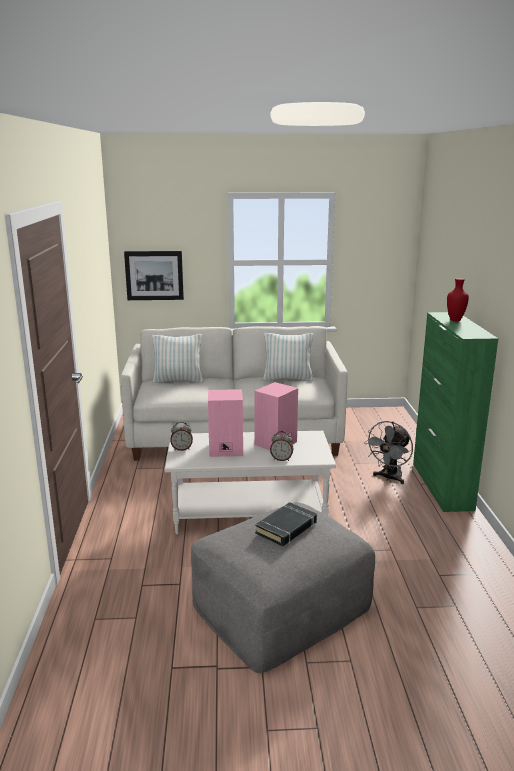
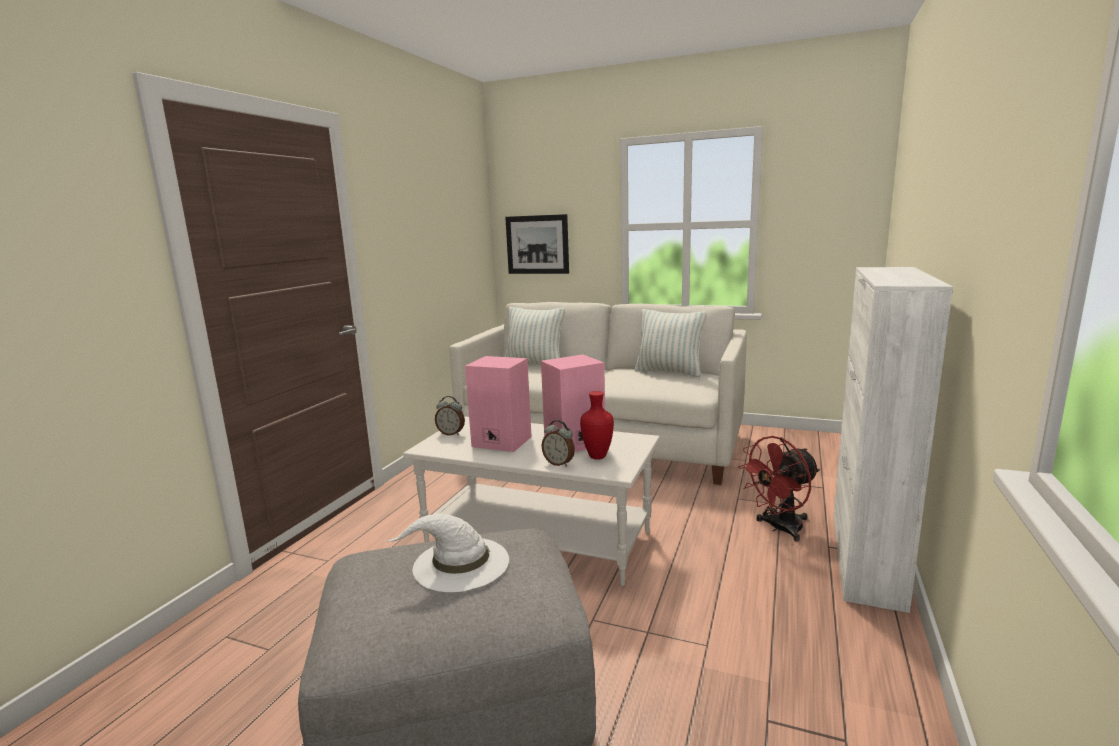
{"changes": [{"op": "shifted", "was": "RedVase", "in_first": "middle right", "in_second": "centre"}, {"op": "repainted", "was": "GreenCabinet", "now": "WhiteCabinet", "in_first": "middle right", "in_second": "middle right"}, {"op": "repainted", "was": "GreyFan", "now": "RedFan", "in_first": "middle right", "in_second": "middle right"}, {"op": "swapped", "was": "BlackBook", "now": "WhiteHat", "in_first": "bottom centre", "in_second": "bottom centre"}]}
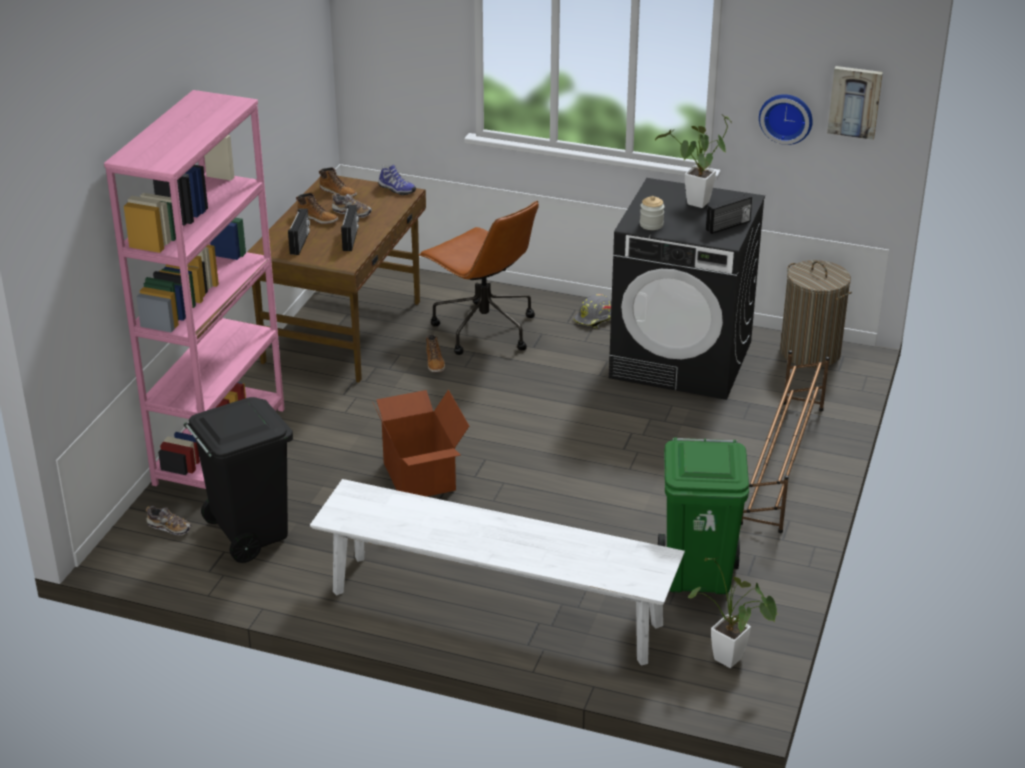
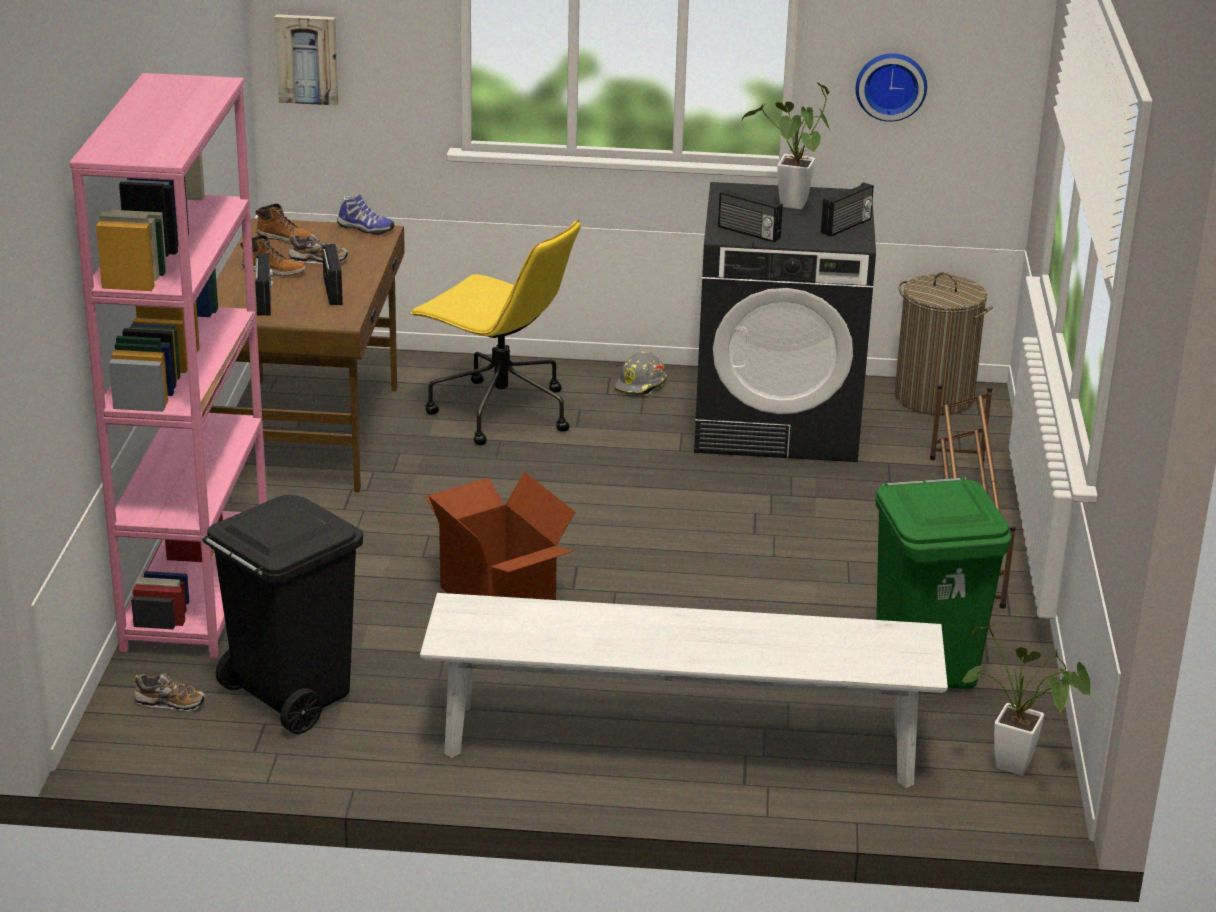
{"changes": [{"op": "shifted", "was": "Picture", "in_first": "top right", "in_second": "top left"}, {"op": "swapped", "was": "Jar", "now": "Radio (no. 3 from left)", "in_first": "top centre", "in_second": "top centre"}, {"op": "repainted", "was": "BrownOfficeChair", "now": "YellowOfficeChair", "in_first": "centre", "in_second": "centre"}, {"op": "gone", "was": "Boot (no. 3 from left)", "in_first": "centre"}]}
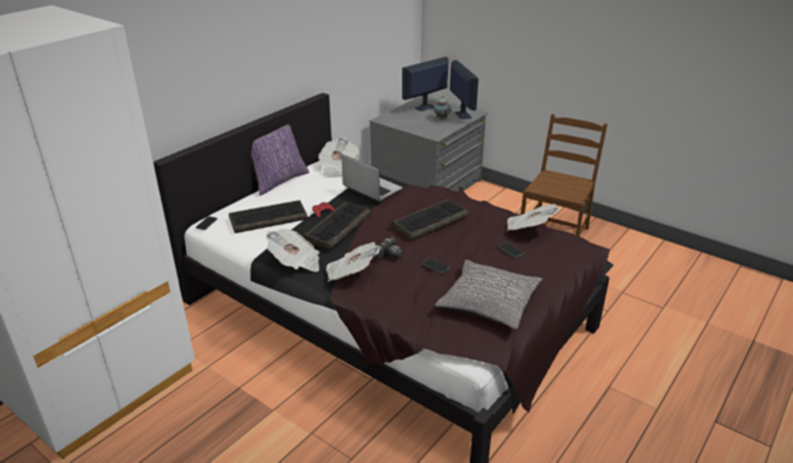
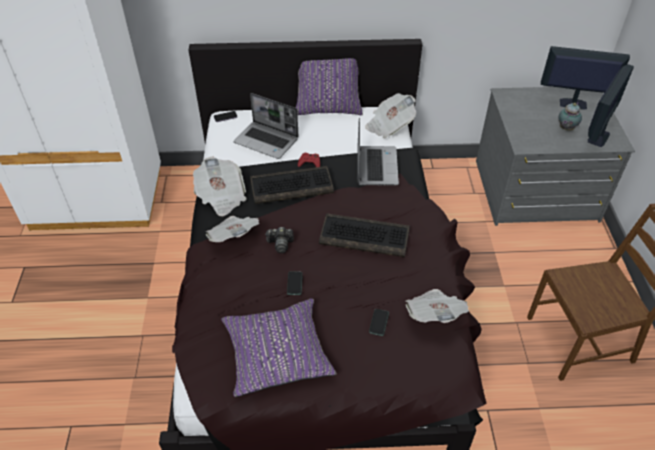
{"changes": [{"op": "swapped", "was": "Keyboard (no. 1 from left)", "now": "Laptop (no. 1 from left)", "in_first": "centre", "in_second": "top centre"}, {"op": "repainted", "was": "GreyPillow", "now": "PurplePillow (no. 1 from left)", "in_first": "centre", "in_second": "bottom centre"}]}
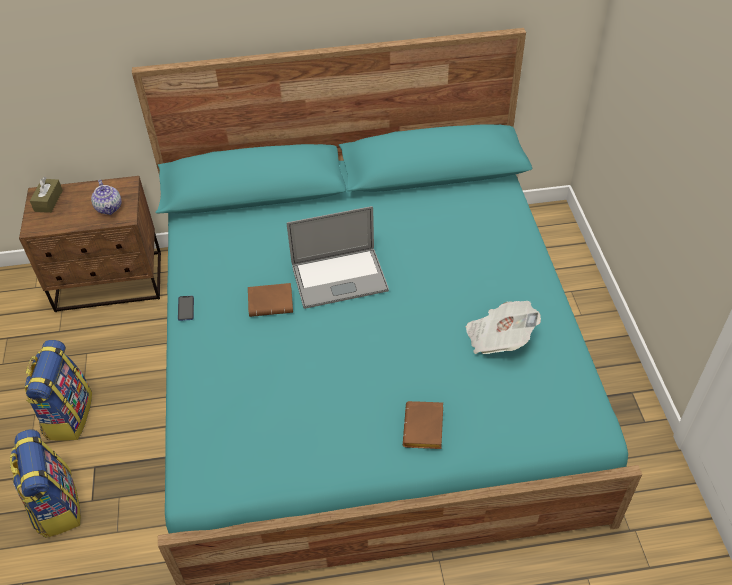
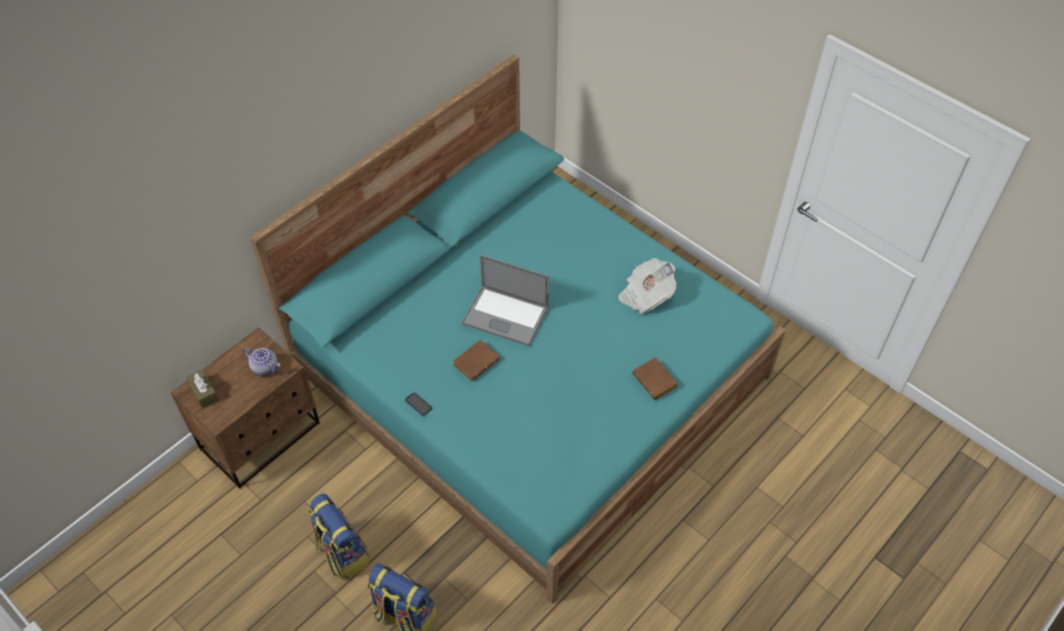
{"changes": [{"op": "rotated", "was": "Laptop", "in_first": "centre", "in_second": "centre", "clockwise": 75}]}
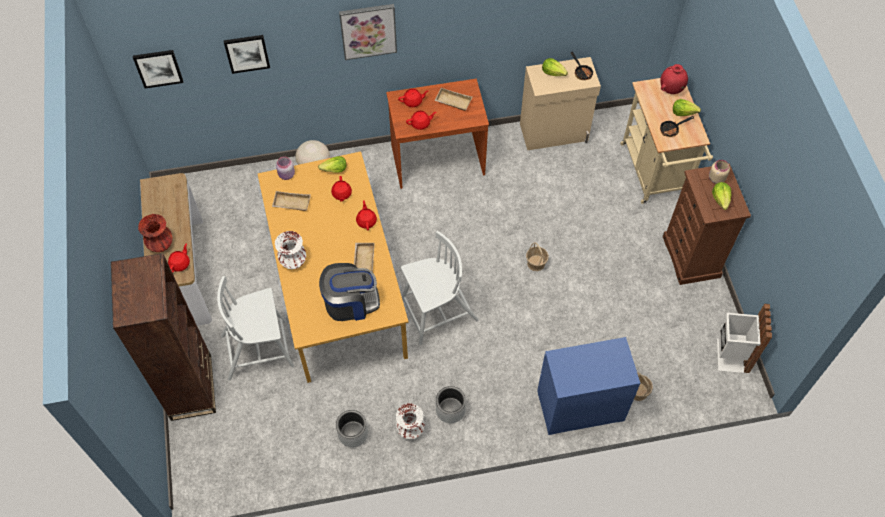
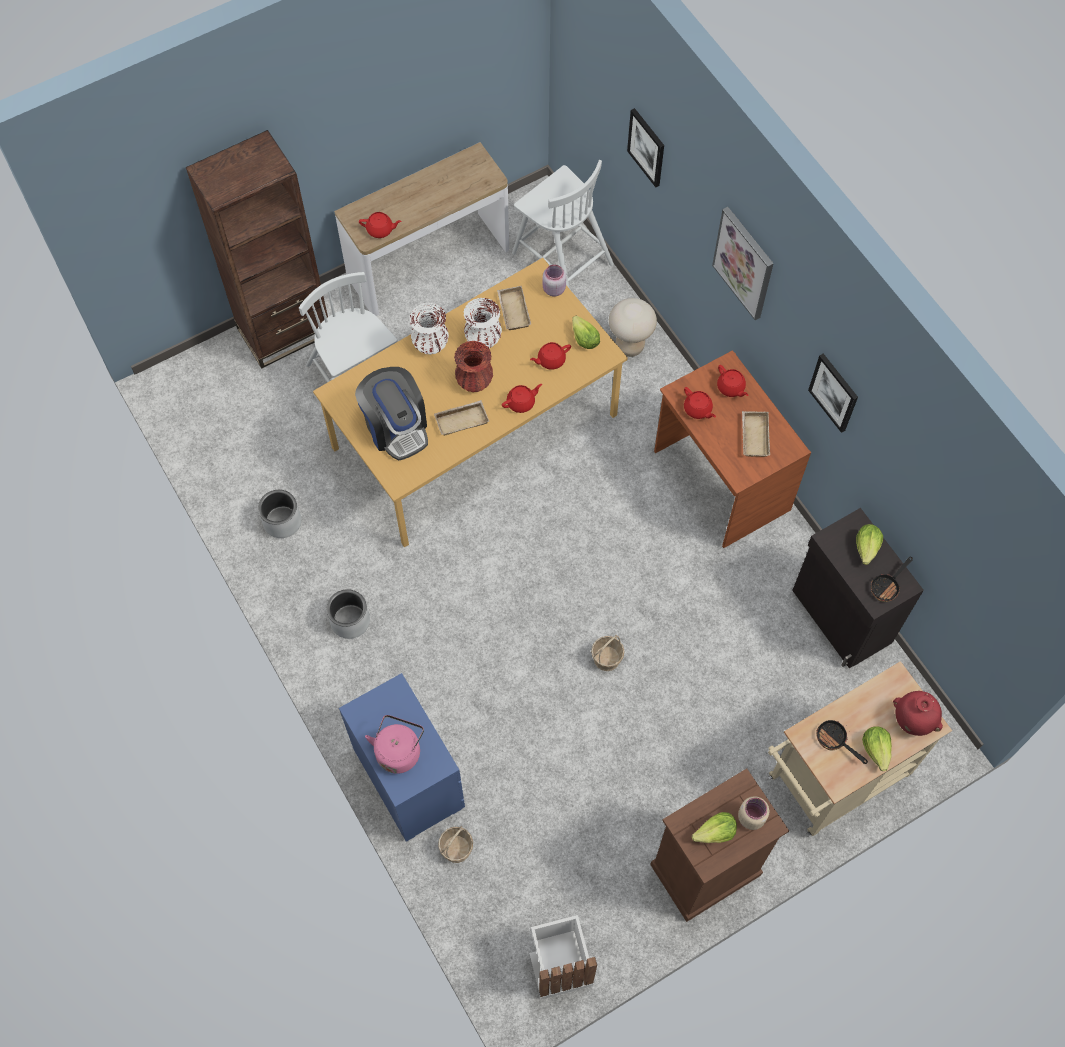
{"changes": [{"op": "shifted", "was": "Picture (no. 1 from left in the first image)", "now": "Picture (no. 3 from left)", "in_first": "top left", "in_second": "middle right"}, {"op": "repainted", "was": "BeigeCabinet", "now": "BlackCabinet", "in_first": "top centre", "in_second": "middle right"}, {"op": "shifted", "was": "RedVase (no. 1 from left)", "in_first": "middle left", "in_second": "centre"}, {"op": "shifted", "was": "WhiteChair (no. 2 from left)", "in_first": "centre", "in_second": "top centre"}, {"op": "shifted", "was": "WhiteVase (no. 2 from left)", "in_first": "bottom centre", "in_second": "top centre"}, {"op": "new", "now": "PinkKettle", "in_second": "bottom centre"}]}
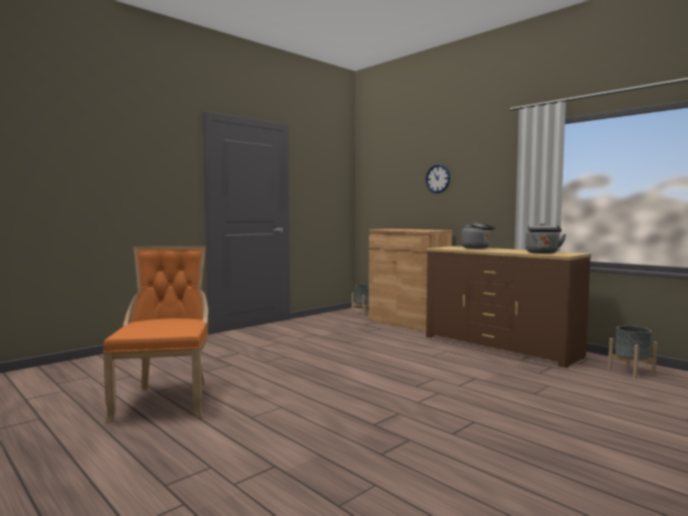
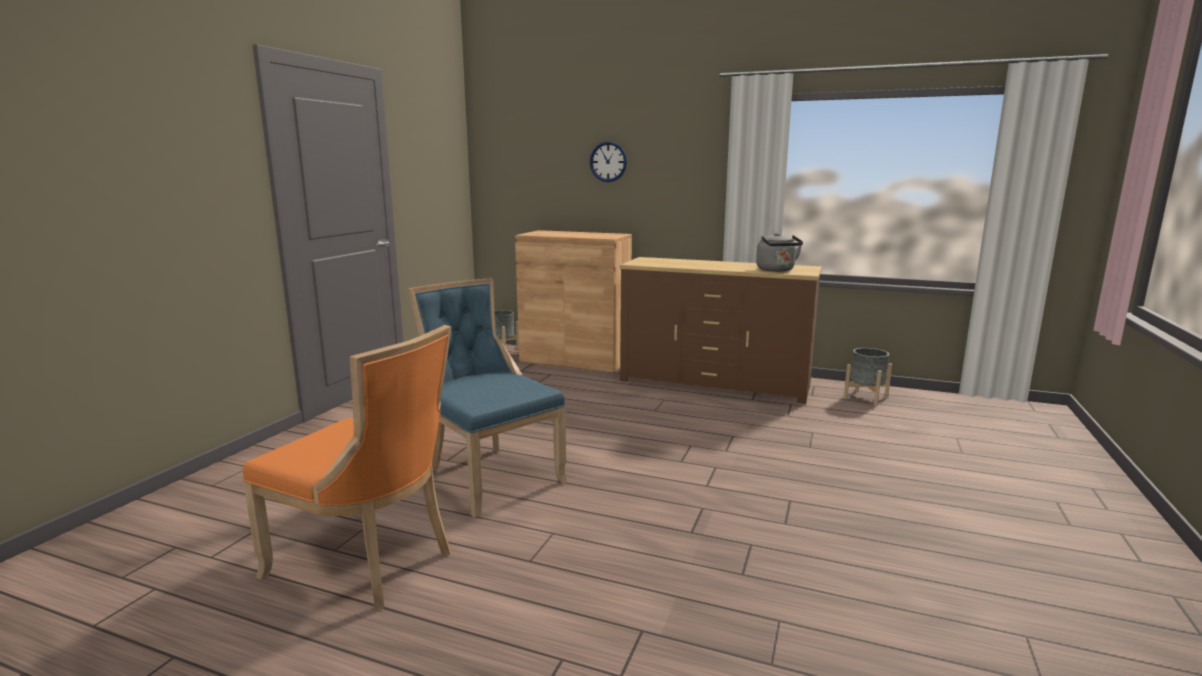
{"changes": [{"op": "gone", "was": "GreyKettle (no. 1 from left)", "in_first": "middle right"}, {"op": "rotated", "was": "OrangeChair", "in_first": "middle left", "in_second": "bottom left", "clockwise": 150}, {"op": "new", "now": "BlueChair", "in_second": "centre"}]}
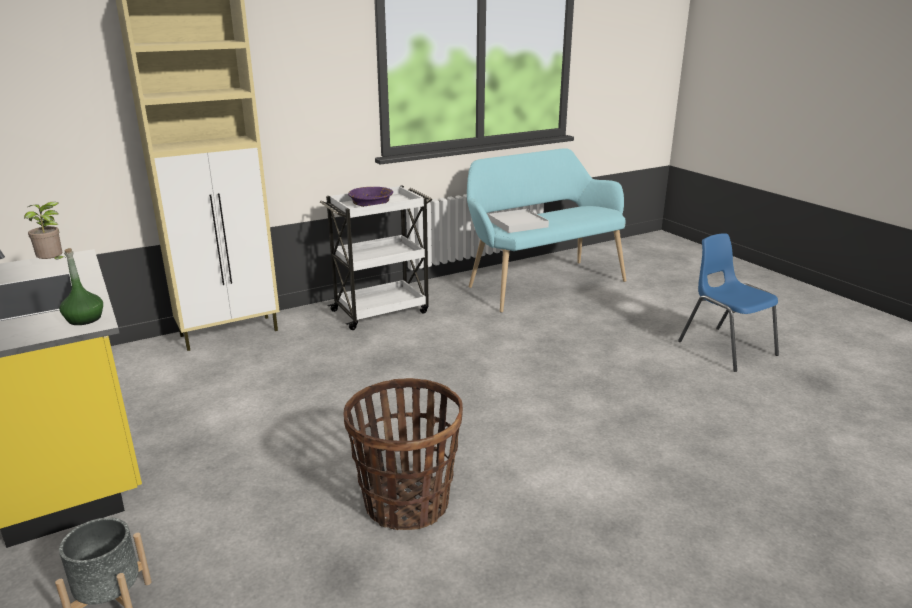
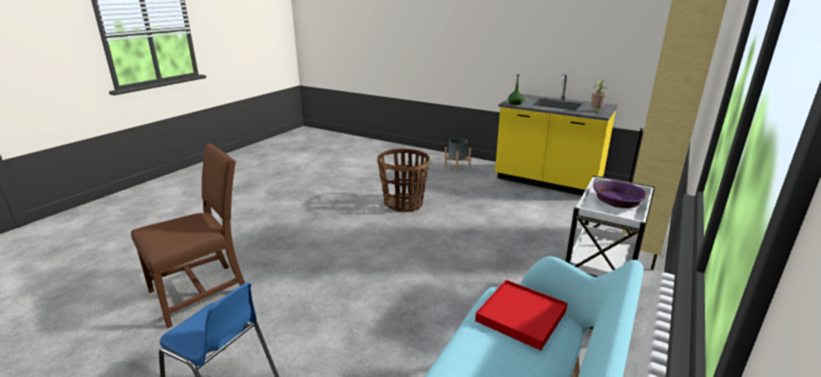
{"changes": [{"op": "repainted", "was": "WhiteTray", "now": "RedTray", "in_first": "centre", "in_second": "bottom centre"}, {"op": "new", "now": "BrownChair", "in_second": "middle left"}]}
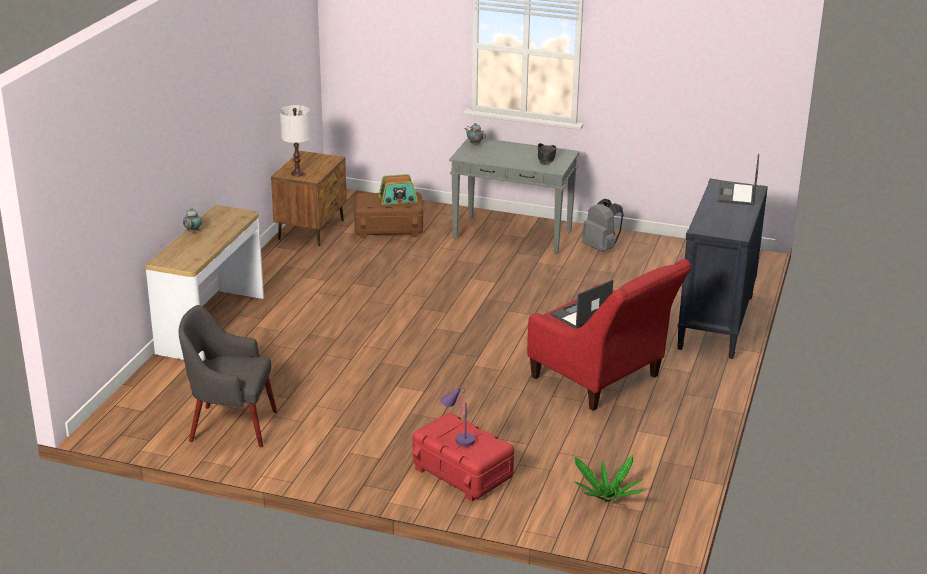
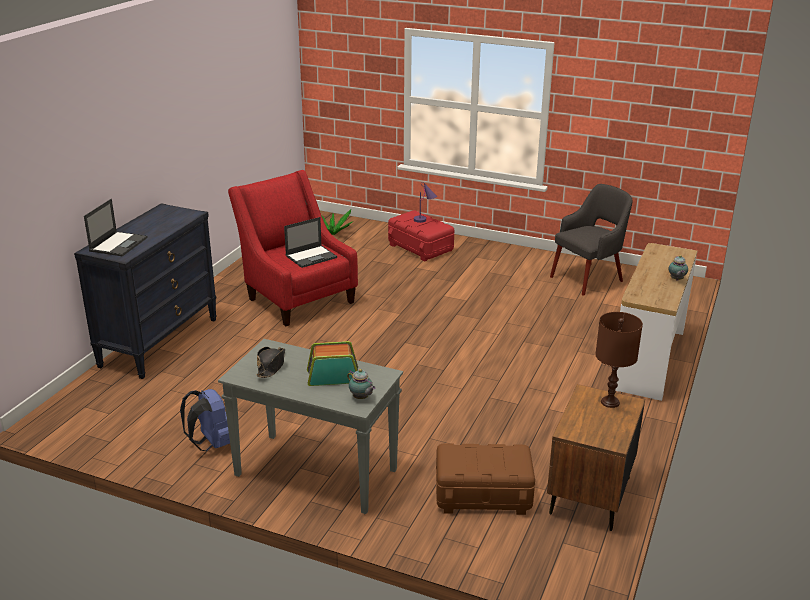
{"changes": [{"op": "repainted", "was": "WhiteTableLamp", "now": "BrownTableLamp", "in_first": "top left", "in_second": "middle right"}, {"op": "shifted", "was": "Radio", "in_first": "top centre", "in_second": "centre"}, {"op": "repainted", "was": "GreyBackpack", "now": "BlueBackpack", "in_first": "centre", "in_second": "bottom left"}, {"op": "rotated", "was": "GreyArmchair", "in_first": "middle left", "in_second": "middle right", "clockwise": -45}]}
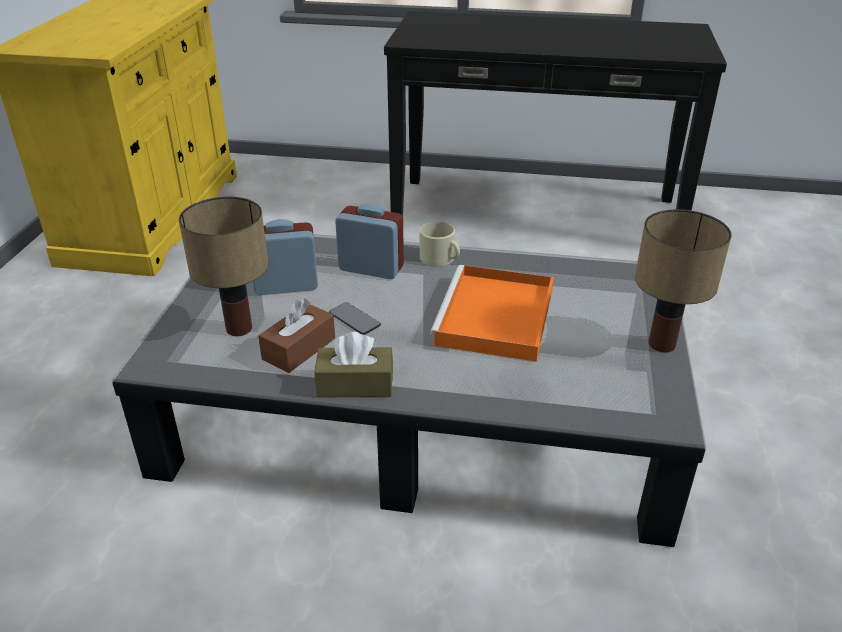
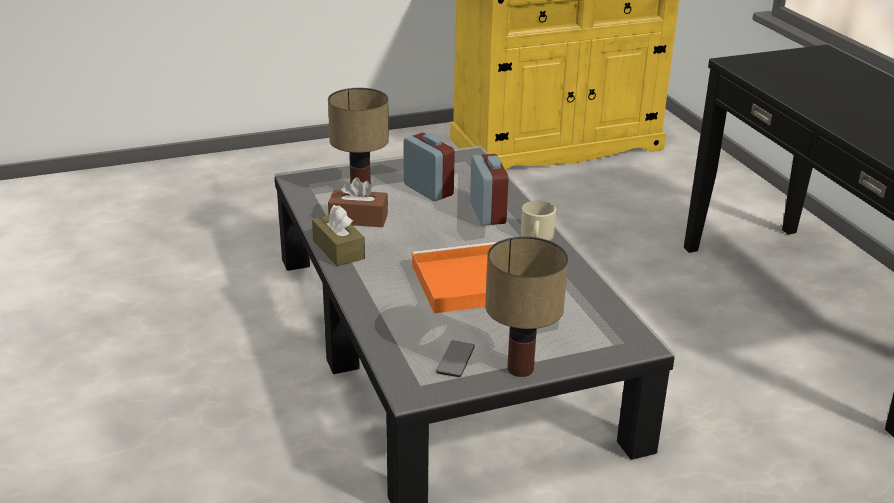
{"changes": [{"op": "shifted", "was": "Phone", "in_first": "centre", "in_second": "bottom centre"}]}
